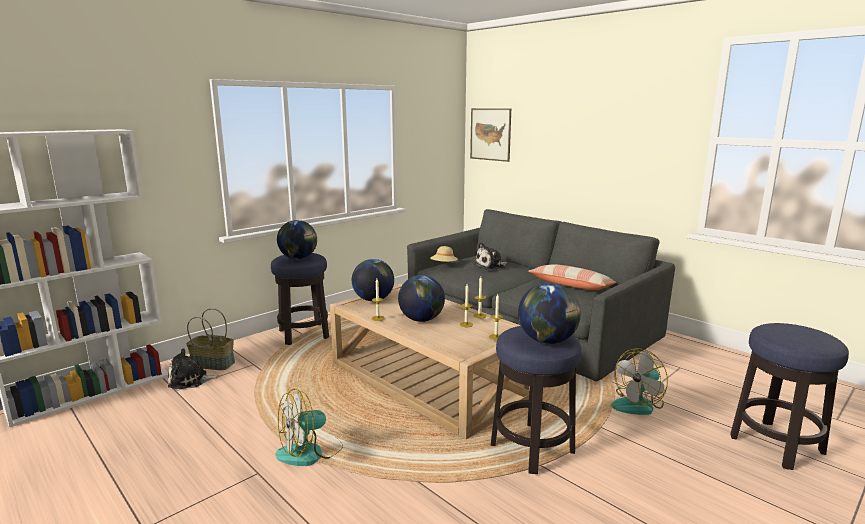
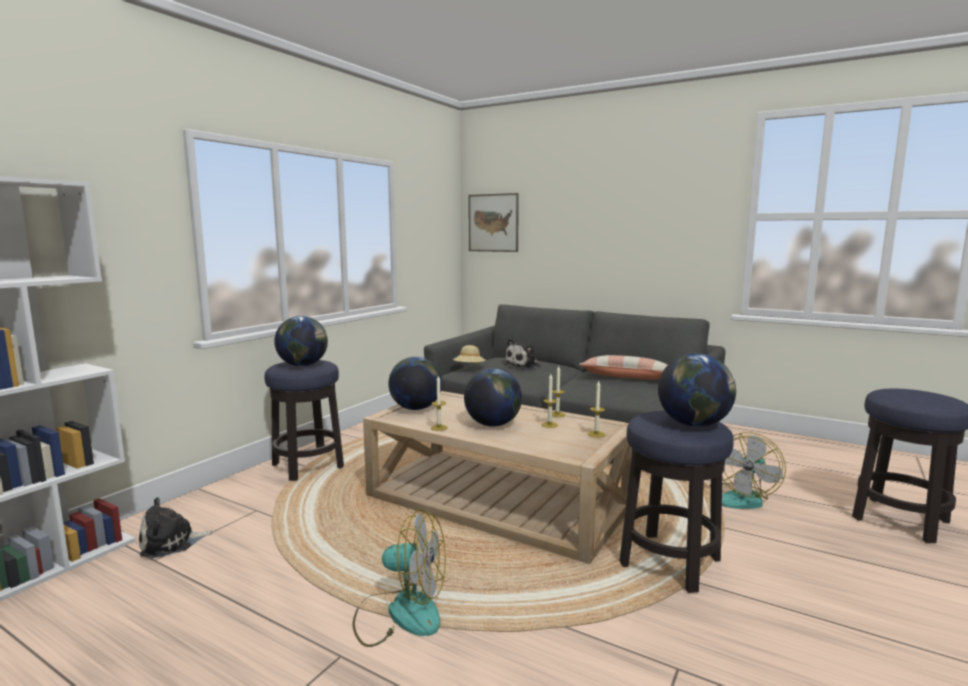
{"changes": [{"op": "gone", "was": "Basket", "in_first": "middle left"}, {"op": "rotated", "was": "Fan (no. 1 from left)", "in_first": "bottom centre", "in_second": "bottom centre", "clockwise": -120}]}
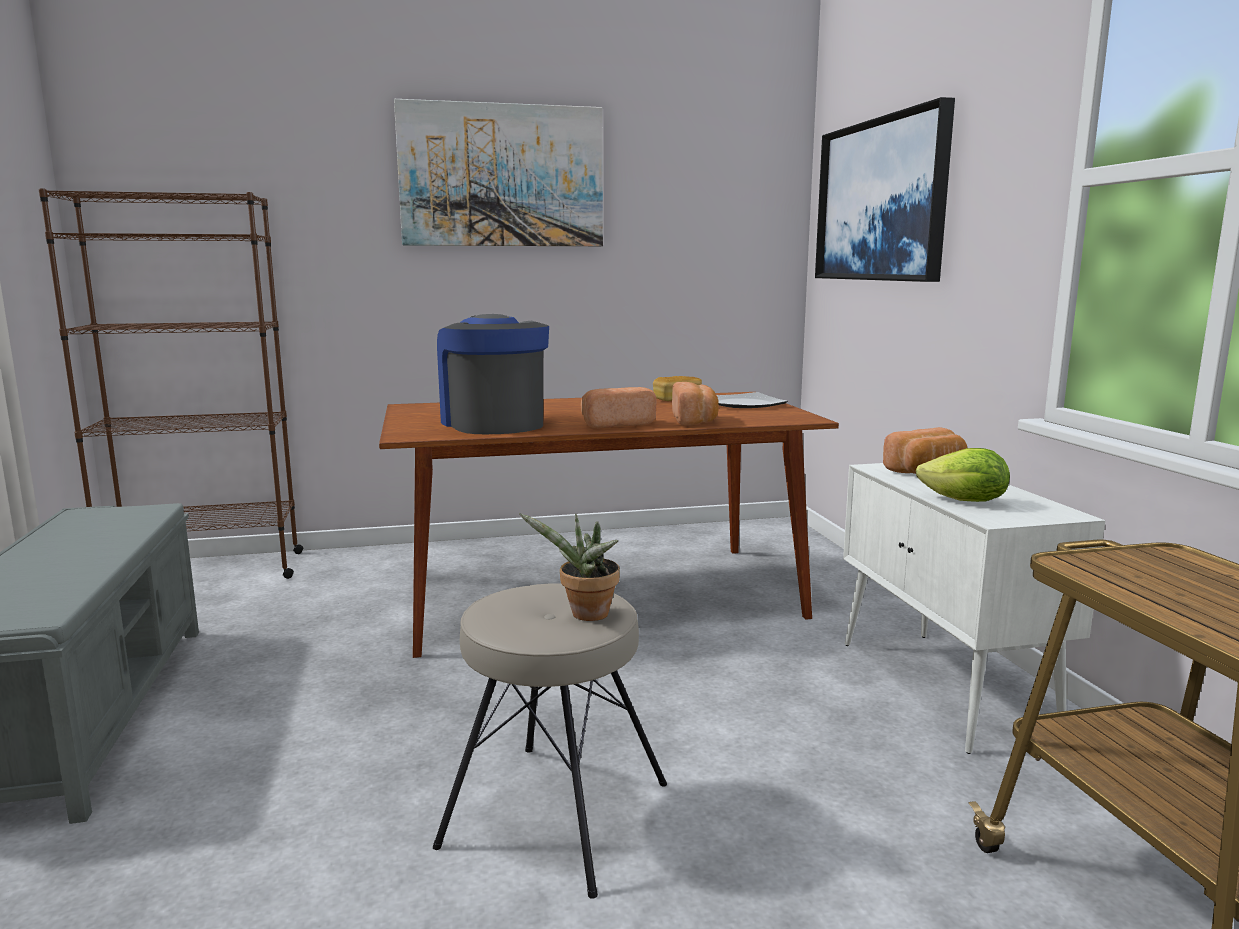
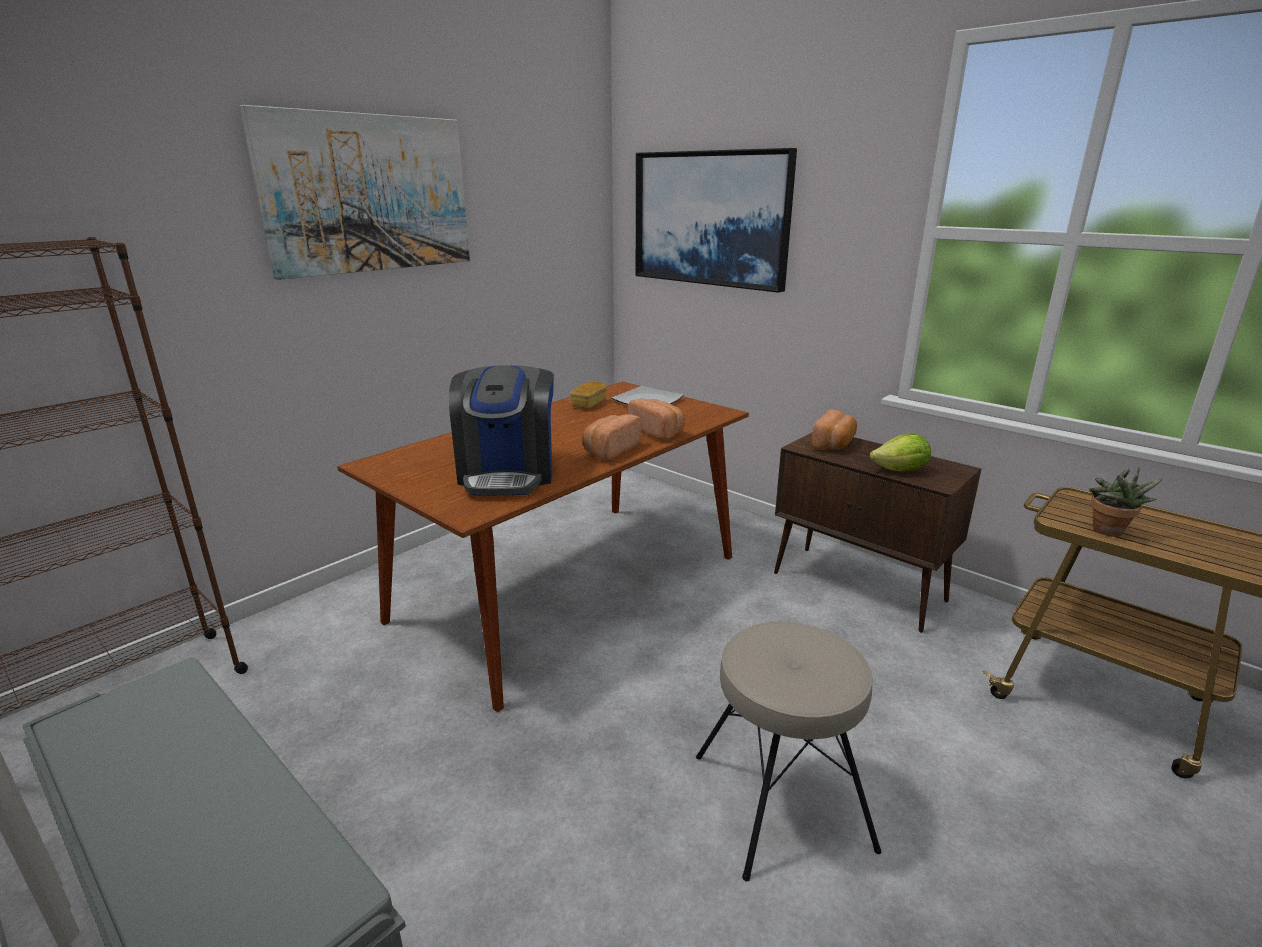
{"changes": [{"op": "rotated", "was": "CoffeeMachine", "in_first": "centre", "in_second": "centre", "clockwise": -120}, {"op": "repainted", "was": "WhiteCabinet", "now": "BrownCabinet", "in_first": "middle right", "in_second": "middle right"}, {"op": "shifted", "was": "PottedPlant", "in_first": "centre", "in_second": "middle right"}]}
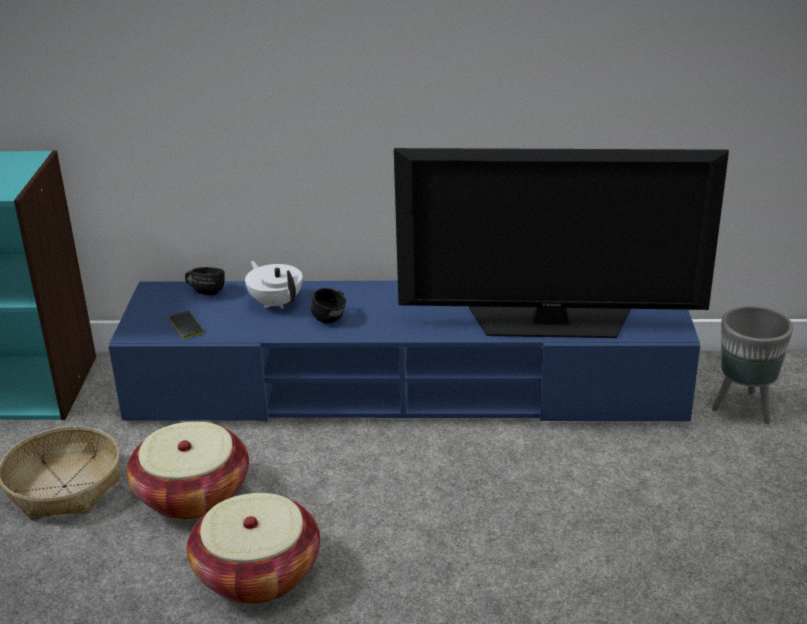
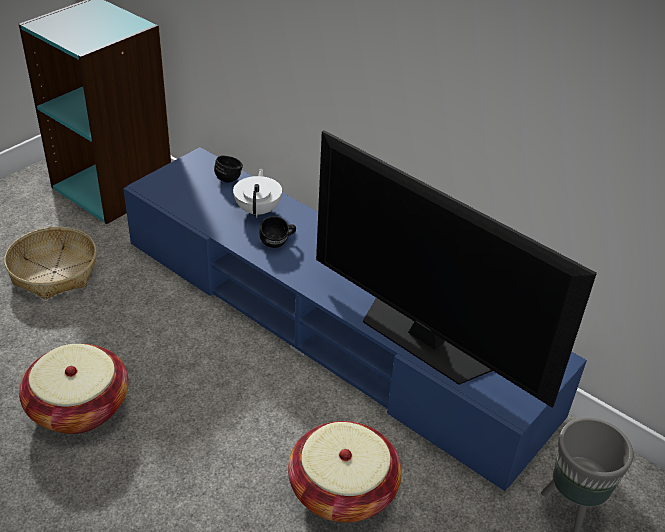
{"changes": [{"op": "gone", "was": "Phone", "in_first": "middle left"}, {"op": "shifted", "was": "Basket (no. 2 from left in the first image)", "now": "Basket (no. 3 from left)", "in_first": "bottom left", "in_second": "bottom centre"}]}
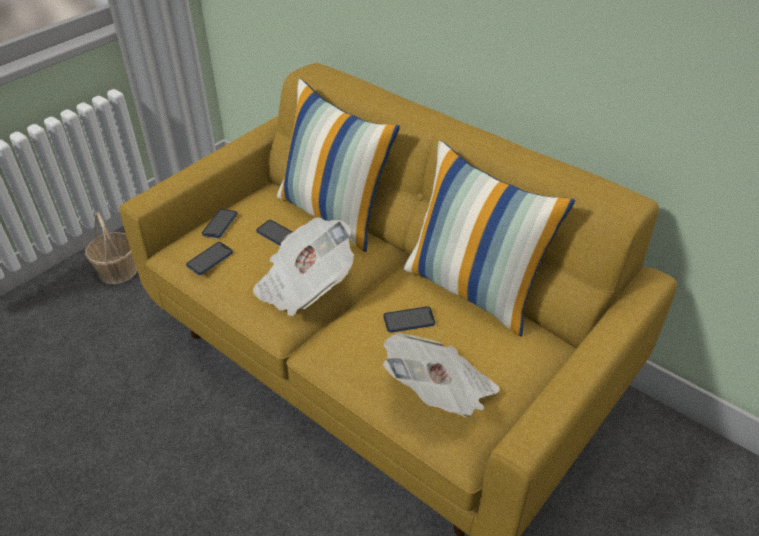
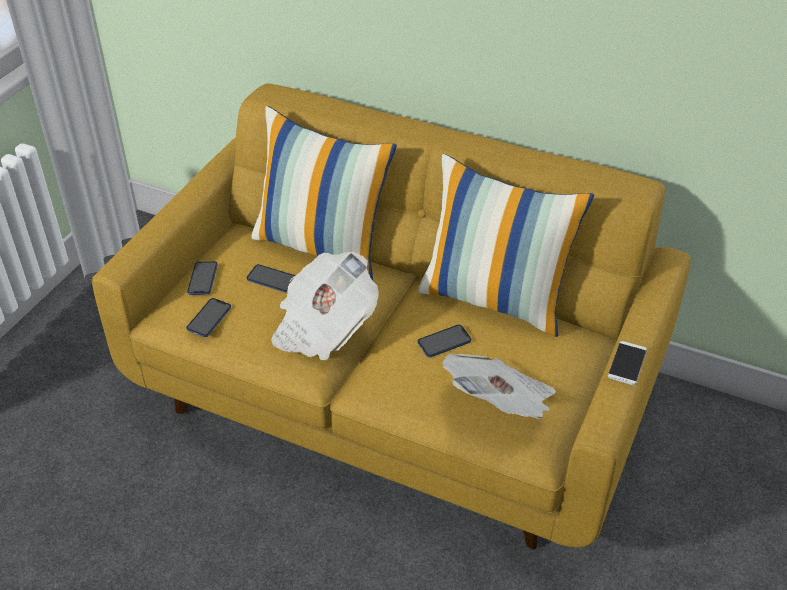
{"changes": [{"op": "gone", "was": "Basket", "in_first": "middle left"}, {"op": "new", "now": "Phone (no. 5 from left)", "in_second": "middle right"}]}
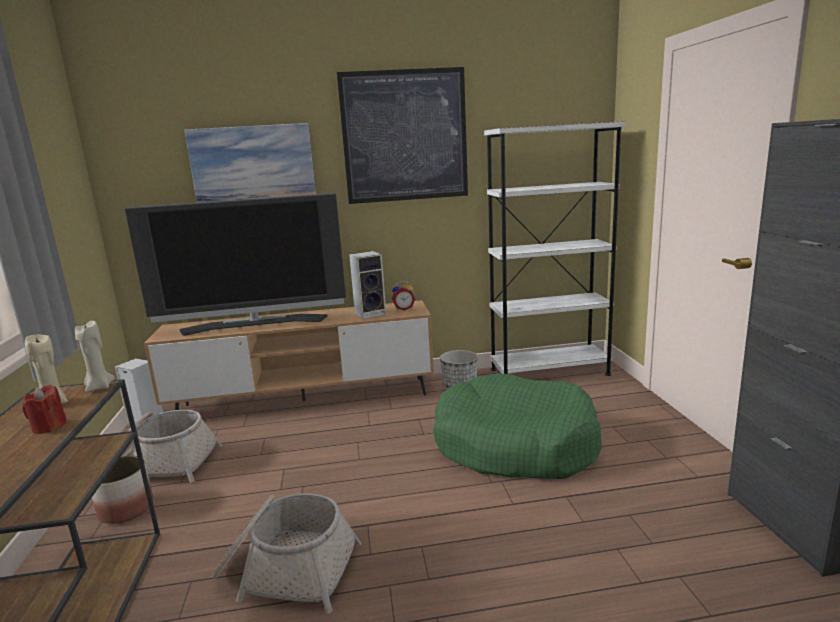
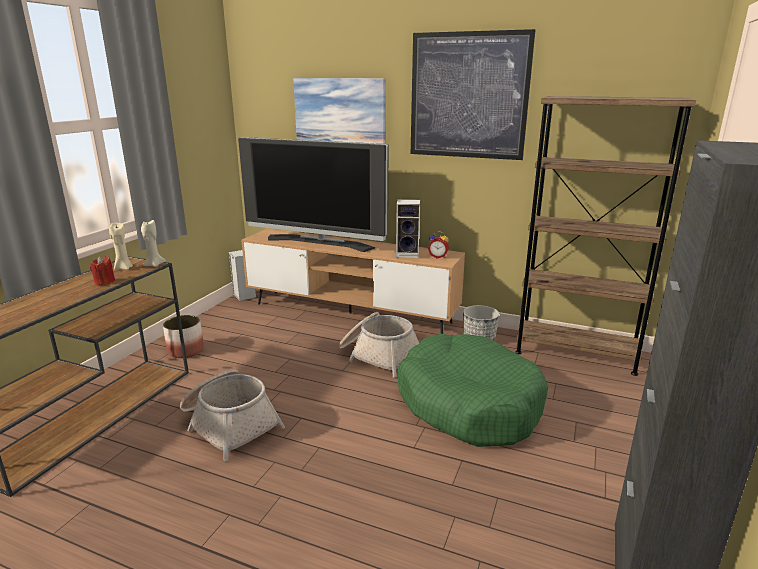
{"changes": [{"op": "repainted", "was": "WhiteBookcase", "now": "BrownBookcase", "in_first": "centre", "in_second": "middle right"}, {"op": "shifted", "was": "Basket (no. 1 from left in the first image)", "now": "Basket (no. 2 from left)", "in_first": "bottom left", "in_second": "centre"}]}
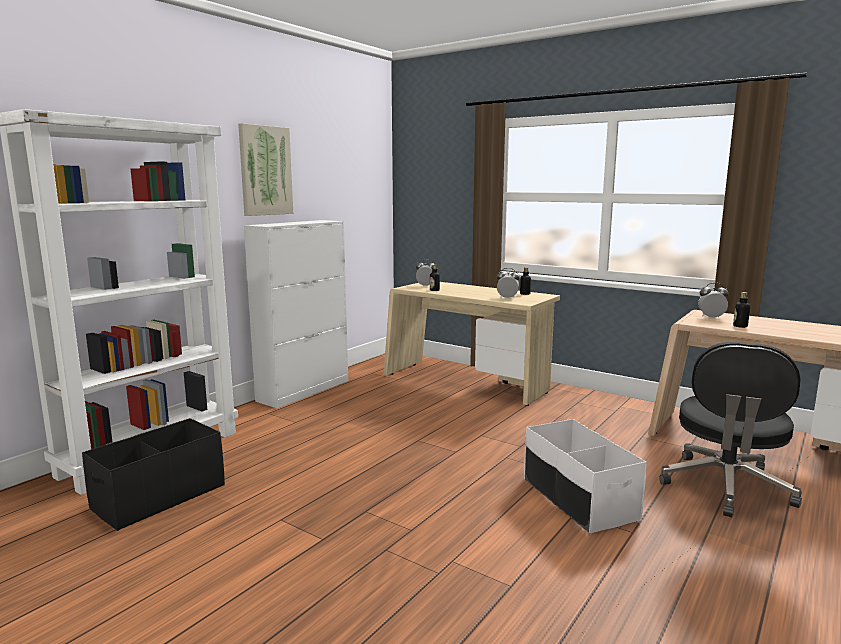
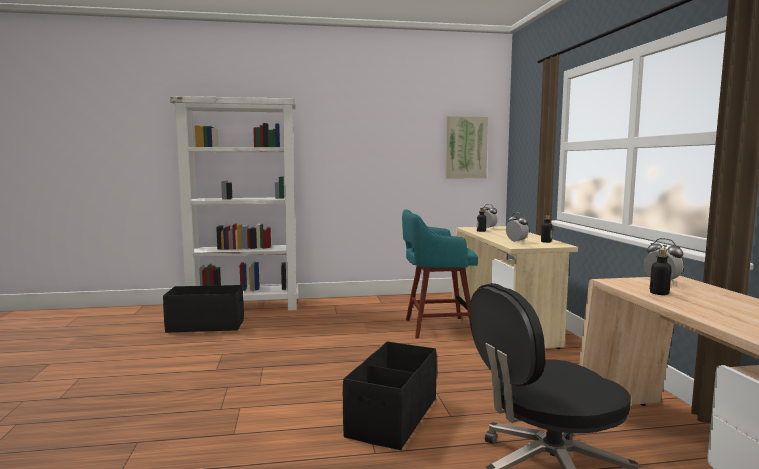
{"changes": [{"op": "shifted", "was": "Picture", "in_first": "top left", "in_second": "top centre"}, {"op": "gone", "was": "WhiteCabinet", "in_first": "centre"}, {"op": "repainted", "was": "WhiteStorageBox", "now": "BlackStorageBox (no. 2 from left)", "in_first": "bottom right", "in_second": "bottom centre"}, {"op": "new", "now": "TurquoiseStool", "in_second": "centre"}]}
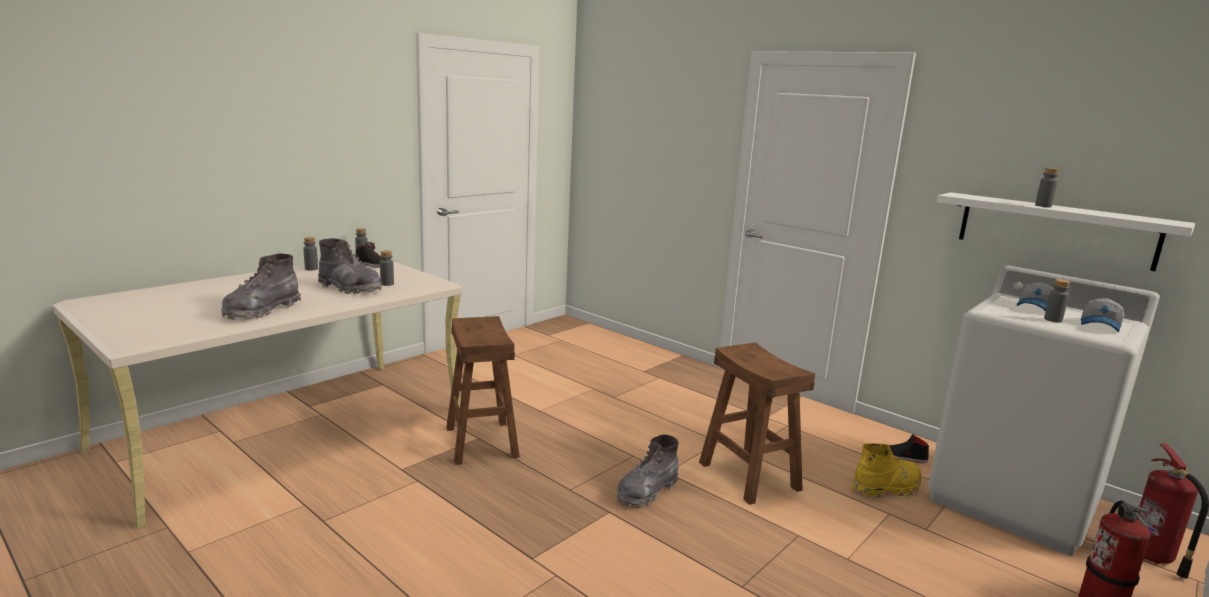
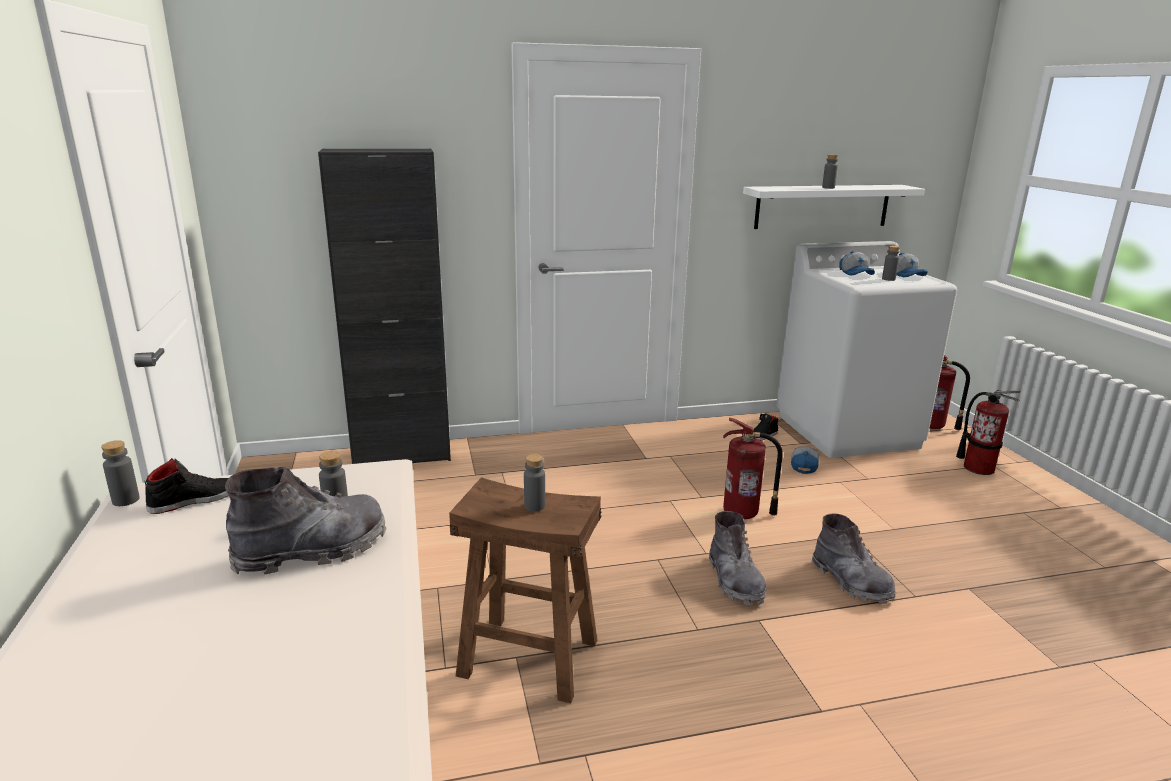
{"changes": [{"op": "shifted", "was": "GreyBottle (no. 1 from left in the first image)", "now": "GreyBottle (no. 3 from left)", "in_first": "middle left", "in_second": "centre"}, {"op": "shifted", "was": "GreyBoot (no. 1 from left in the first image)", "now": "GreyBoot (no. 3 from left)", "in_first": "middle left", "in_second": "bottom right"}, {"op": "swapped", "was": "BrownStool (no. 2 from left)", "now": "FireExtinguisher (no. 1 from left)", "in_first": "bottom centre", "in_second": "centre"}, {"op": "swapped", "was": "YellowBoot", "now": "Cap (no. 1 from left)", "in_first": "bottom right", "in_second": "middle right"}, {"op": "new", "now": "BlackCabinet", "in_second": "middle left"}]}
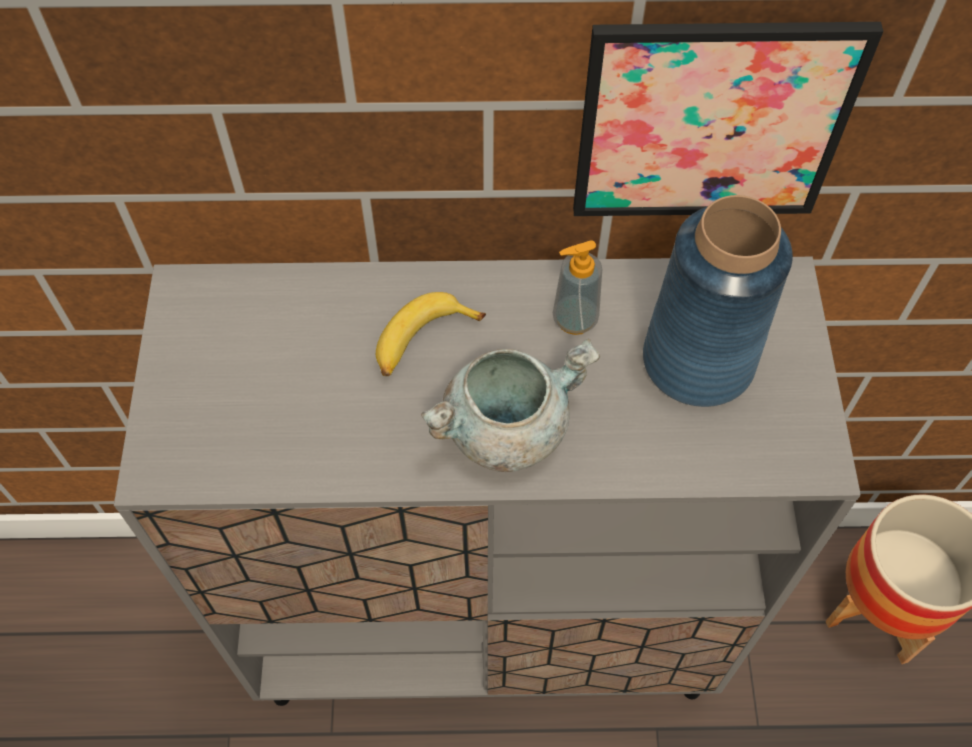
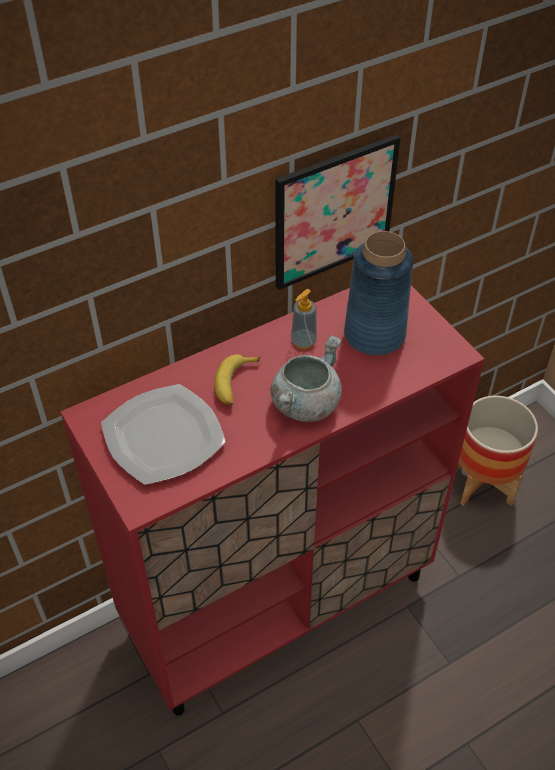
{"changes": [{"op": "repainted", "was": "GreyCabinet", "now": "RedCabinet", "in_first": "centre", "in_second": "centre"}, {"op": "new", "now": "Plate", "in_second": "middle left"}]}
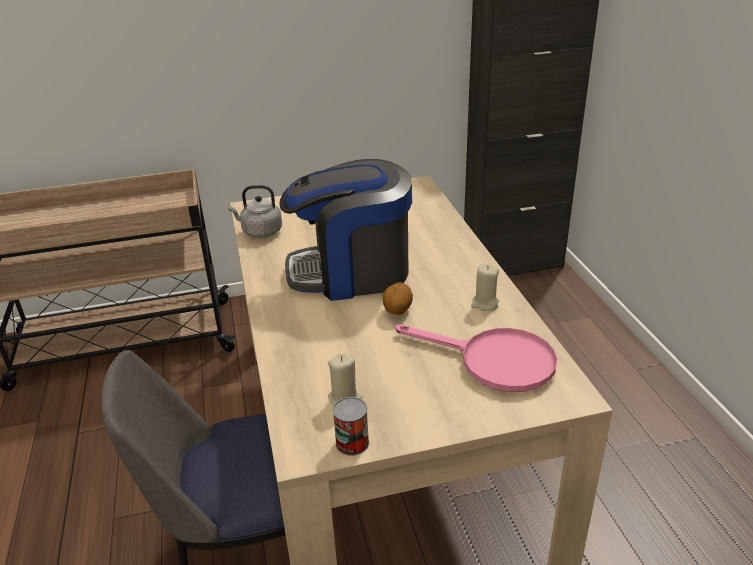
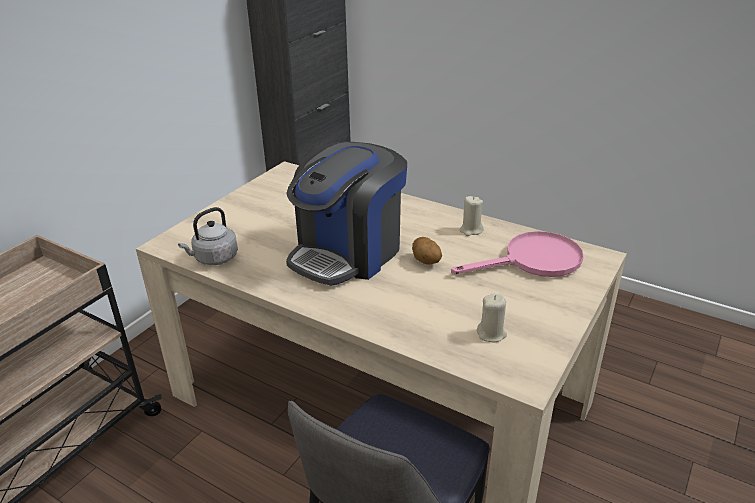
{"changes": [{"op": "gone", "was": "Can", "in_first": "bottom centre"}]}
